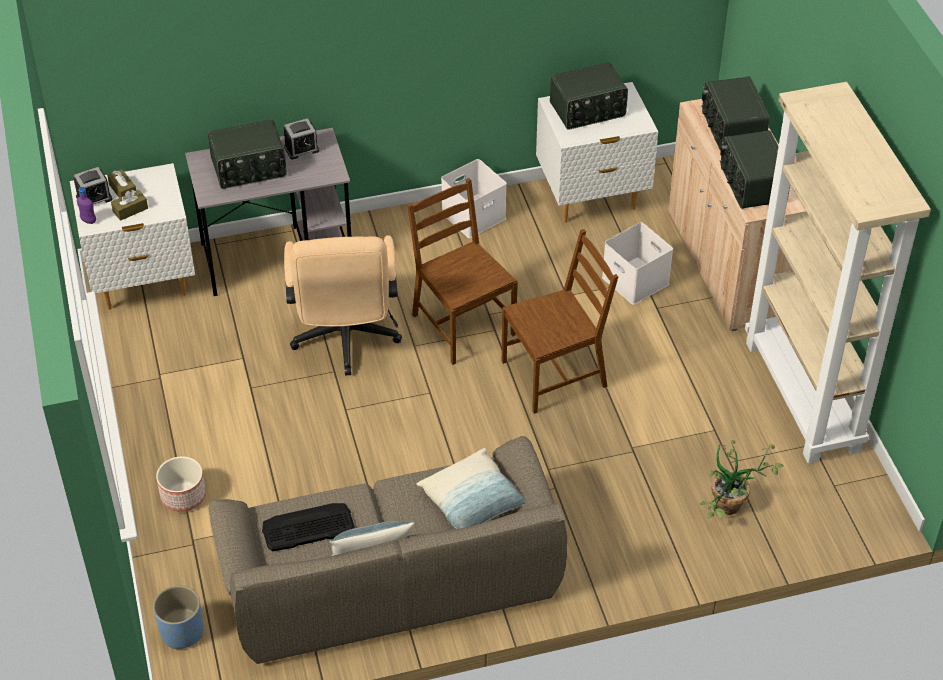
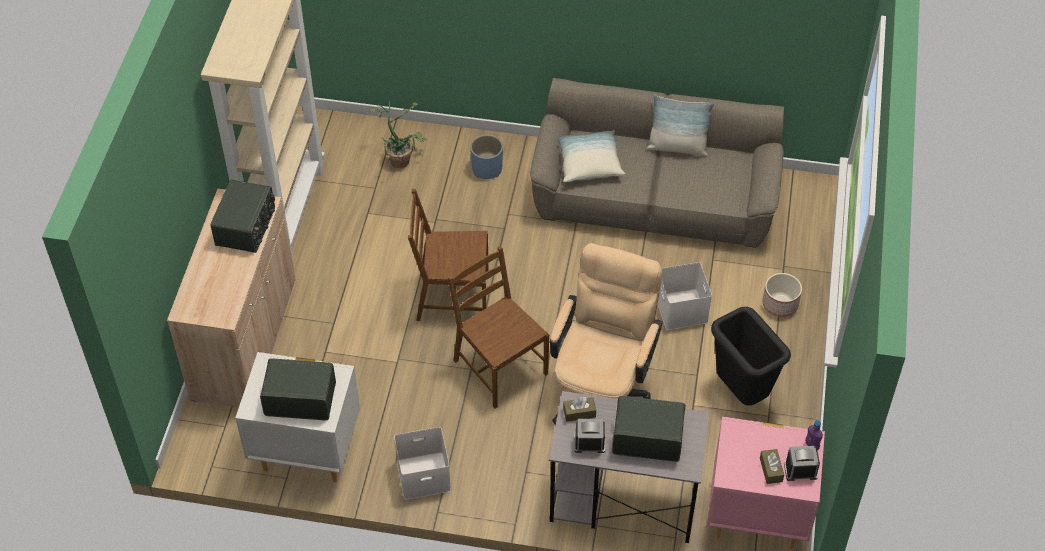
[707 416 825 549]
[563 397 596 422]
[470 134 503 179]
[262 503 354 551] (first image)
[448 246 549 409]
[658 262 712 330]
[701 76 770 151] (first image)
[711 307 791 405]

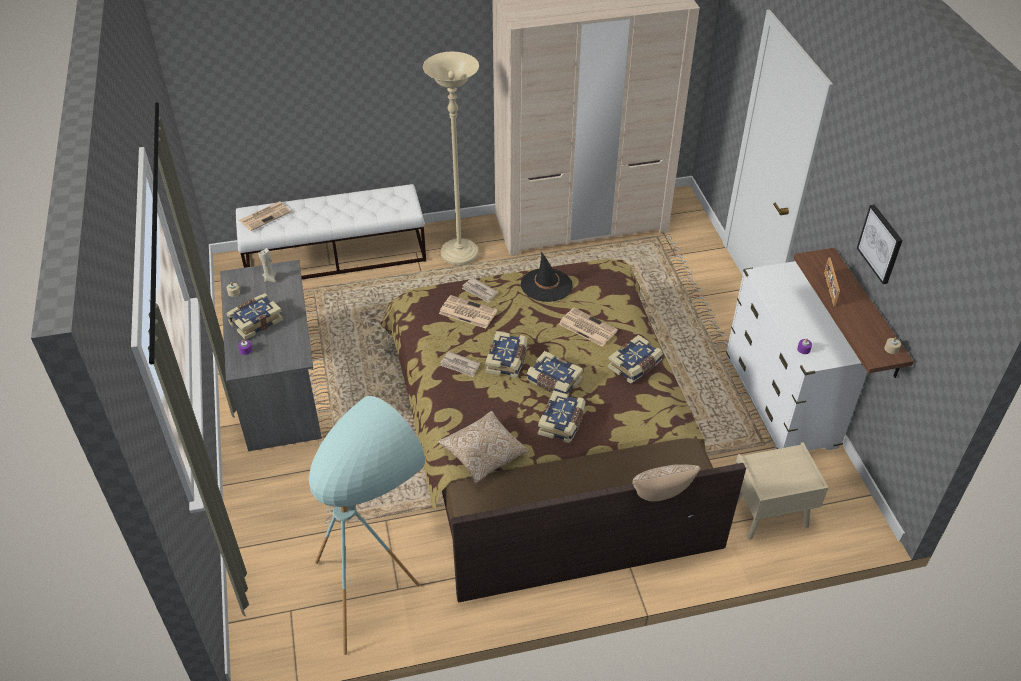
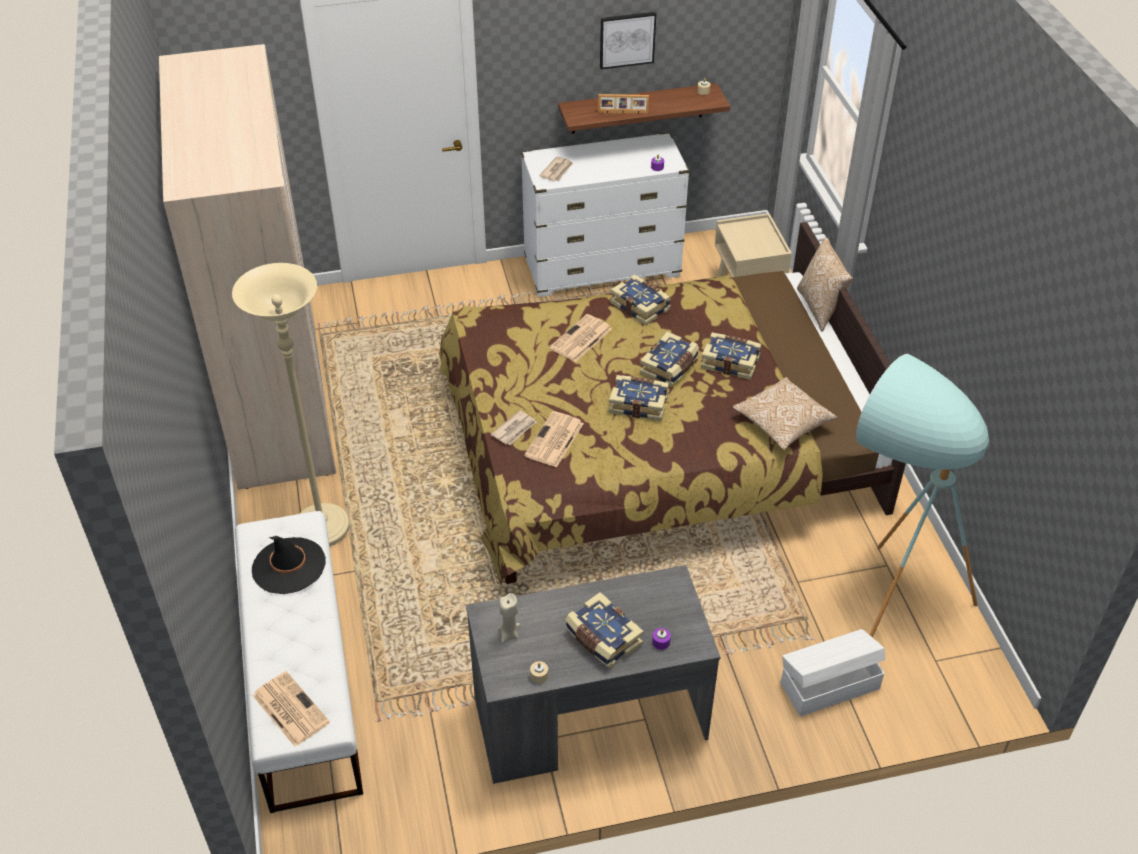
[539 156 573 182]
[252 536 326 594]
[781 629 885 717]

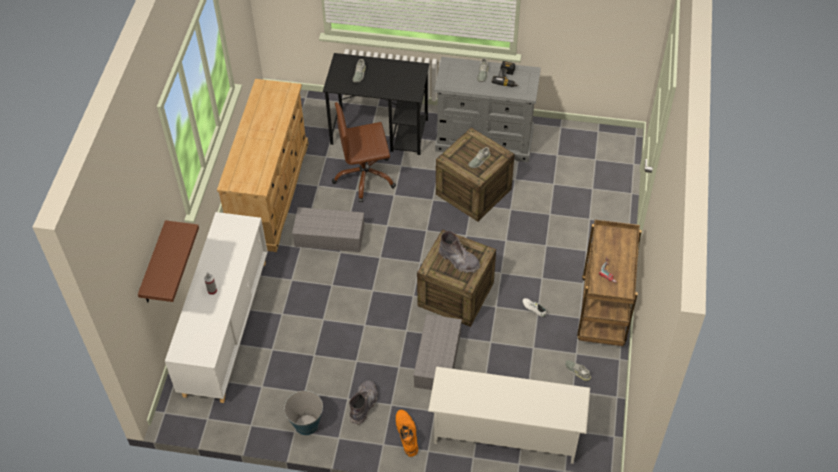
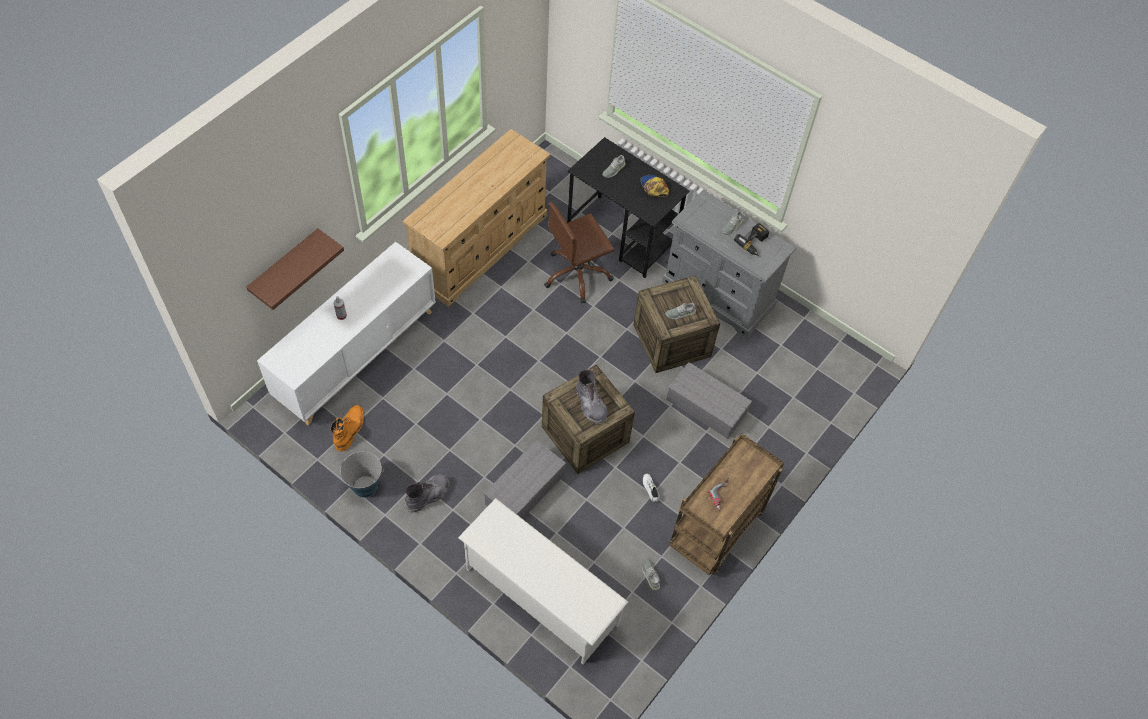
[666 362 752 439]
[544 202 614 303]
[331 405 364 452]
[640 175 669 197]

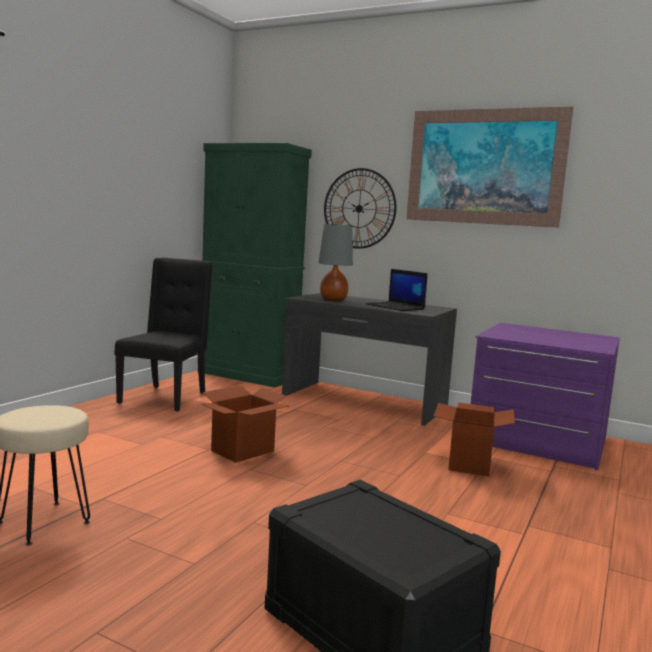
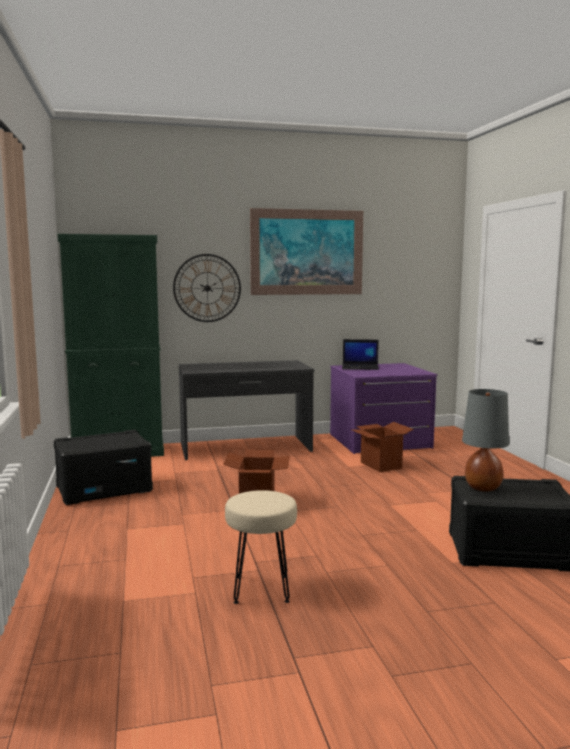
[54 430 153 505]
[462 389 509 492]
[342 339 379 370]

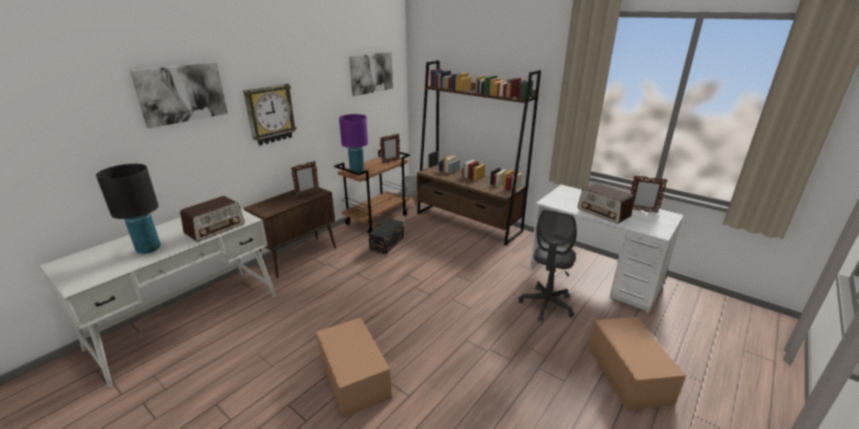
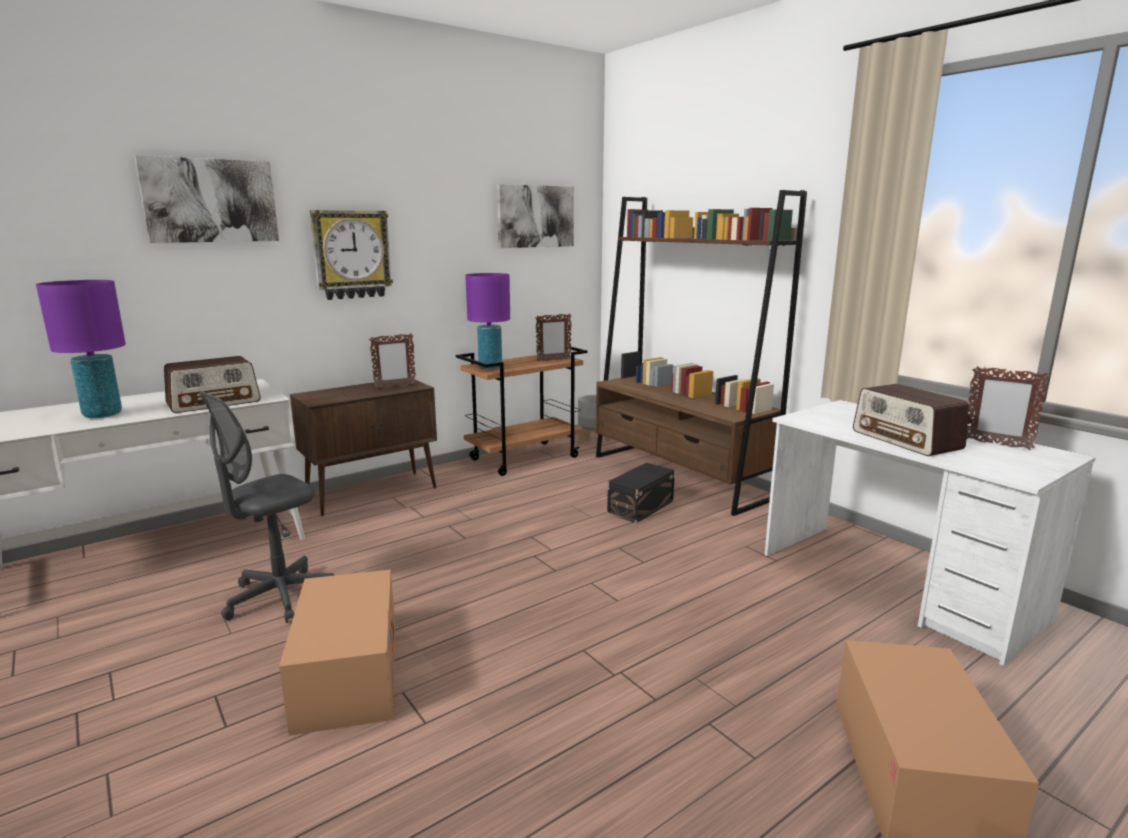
[36 280 126 418]
[607 463 675 523]
[198 391 335 623]

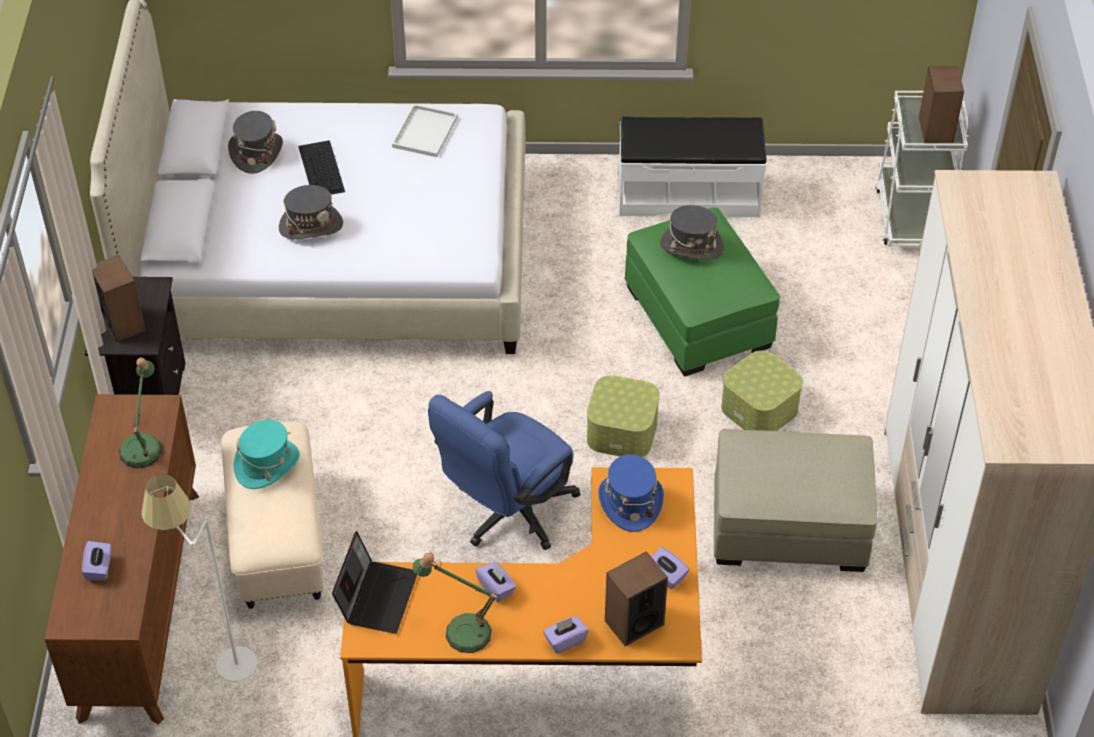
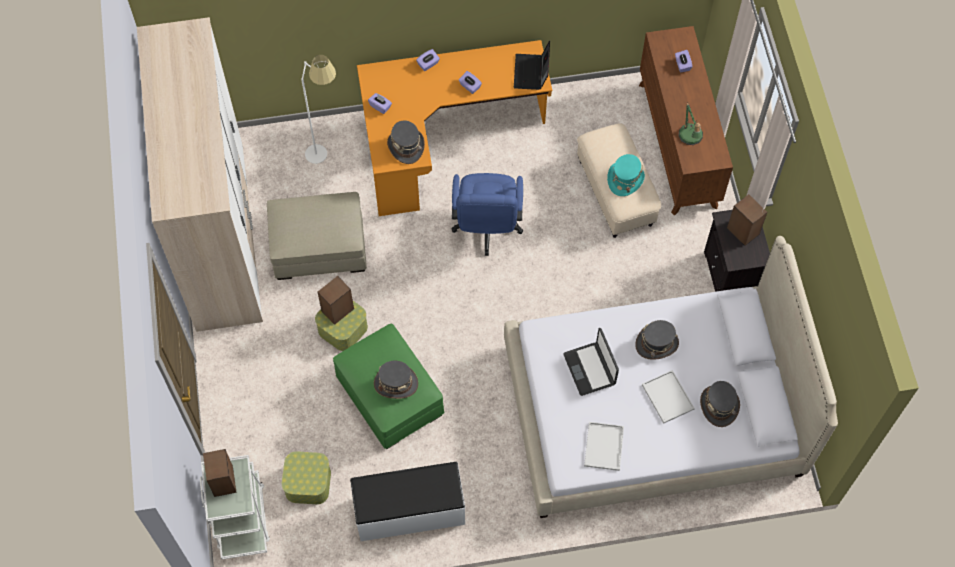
[301 55 336 164]
[642 370 695 424]
[412 553 500 653] (first image)
[451 173 523 256]
[282 451 331 504]
[387 120 425 164]
[318 276 354 325]
[564 328 619 396]

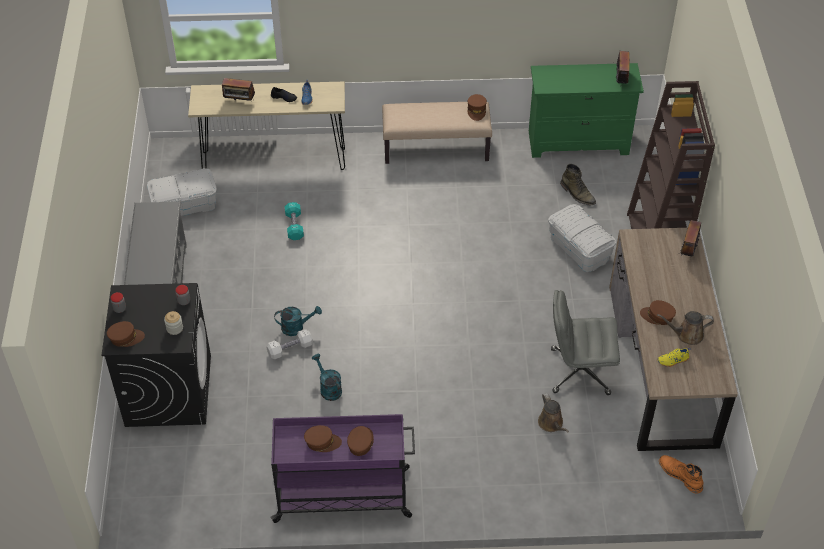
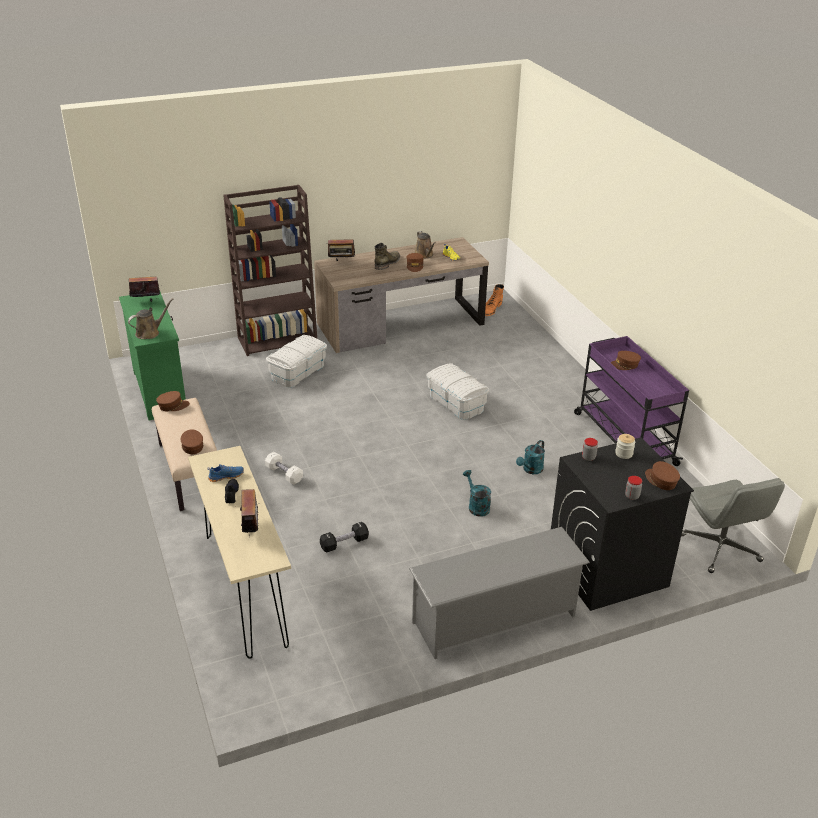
[426 363 489 420]
[265 452 303 485]
[320 522 369 553]
[181 430 204 454]
[128 298 173 339]
[681 478 785 573]
[374 243 400 270]

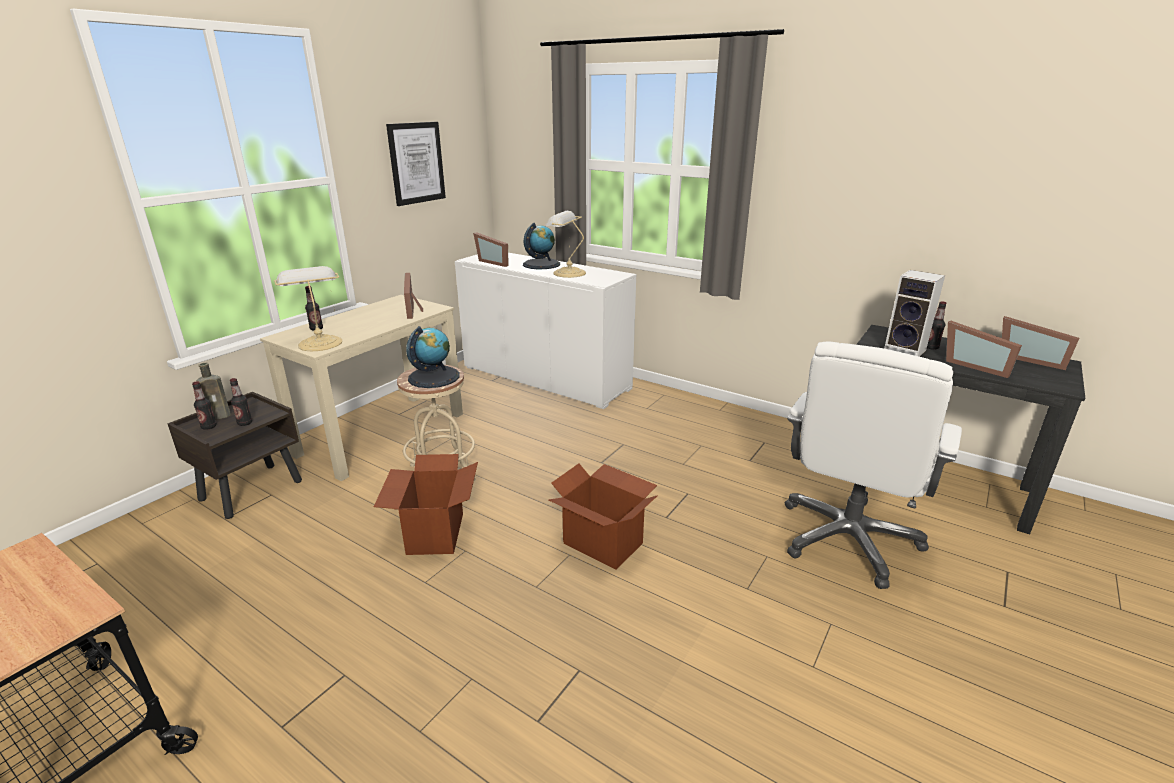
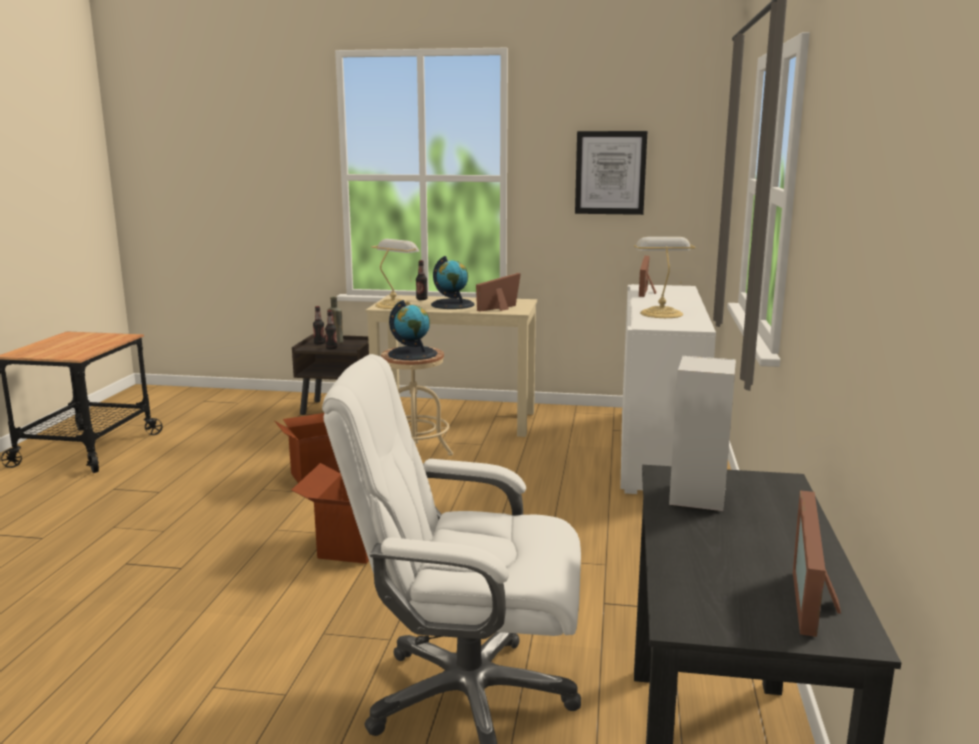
[431 256 474 309]
[927 301 947 350] (first image)
[946 320 1022 378] (first image)

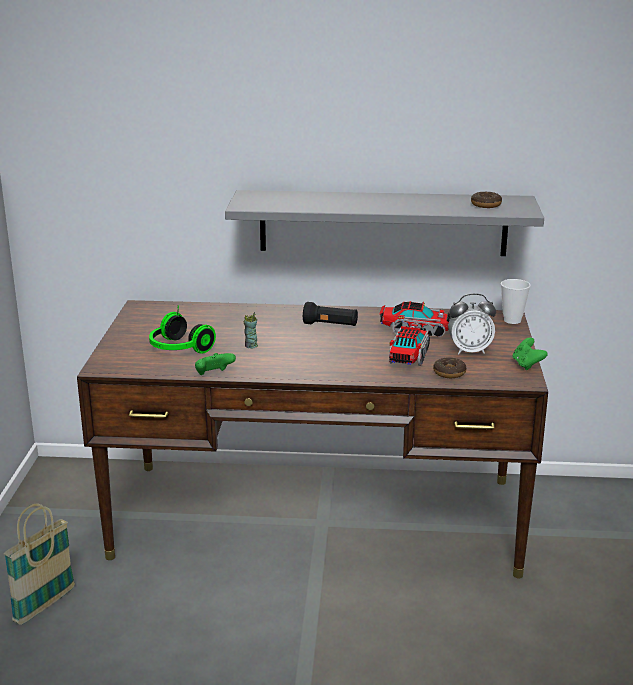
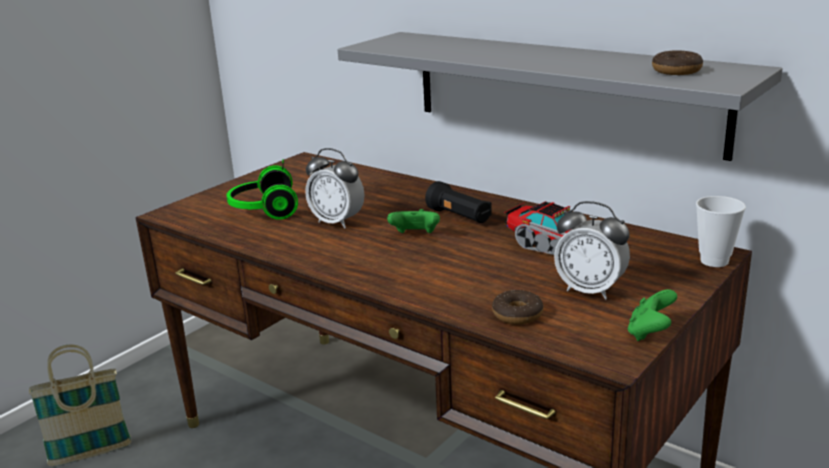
[387 209 440 233]
[305 148 365 228]
[389 324 430 366] (first image)

